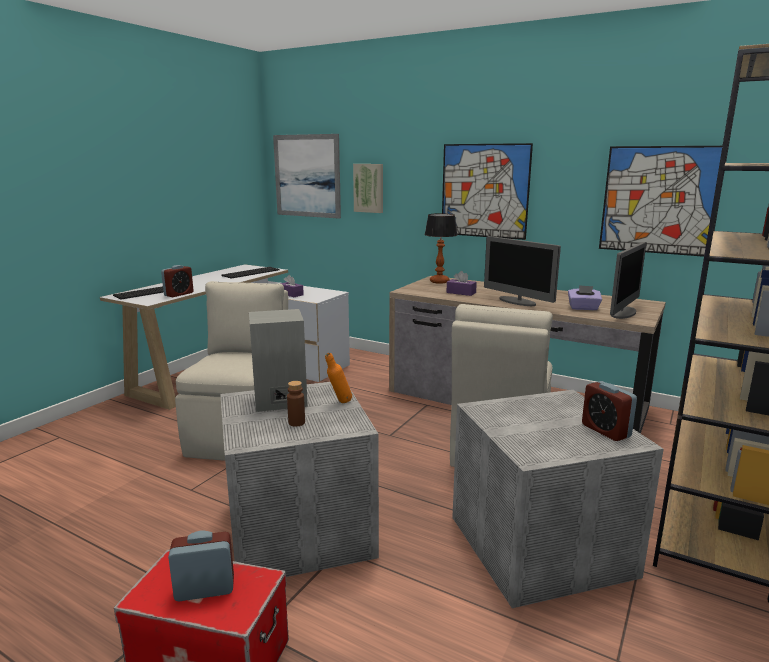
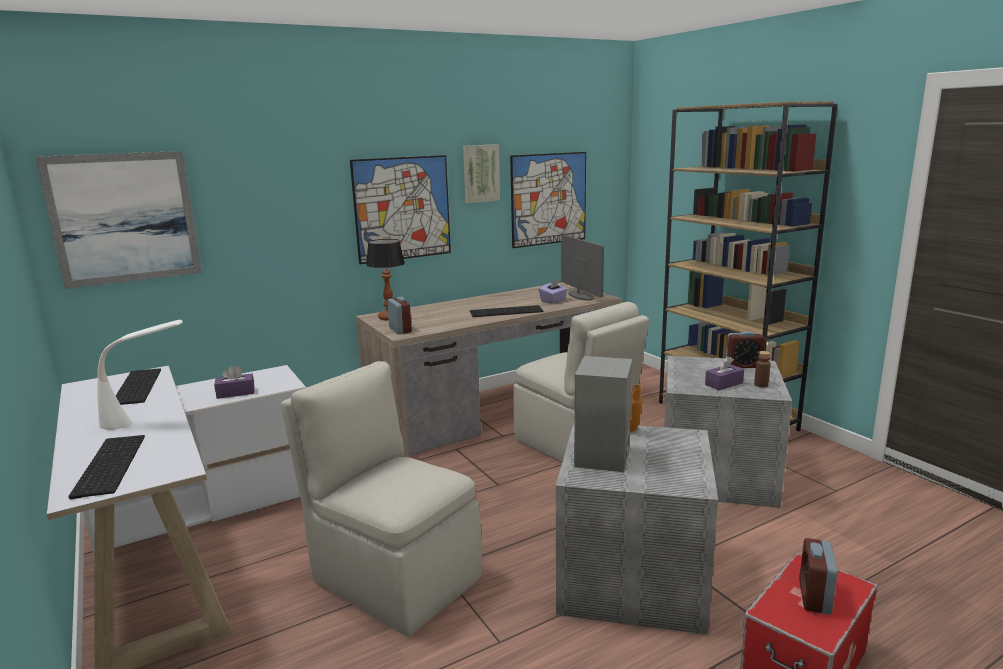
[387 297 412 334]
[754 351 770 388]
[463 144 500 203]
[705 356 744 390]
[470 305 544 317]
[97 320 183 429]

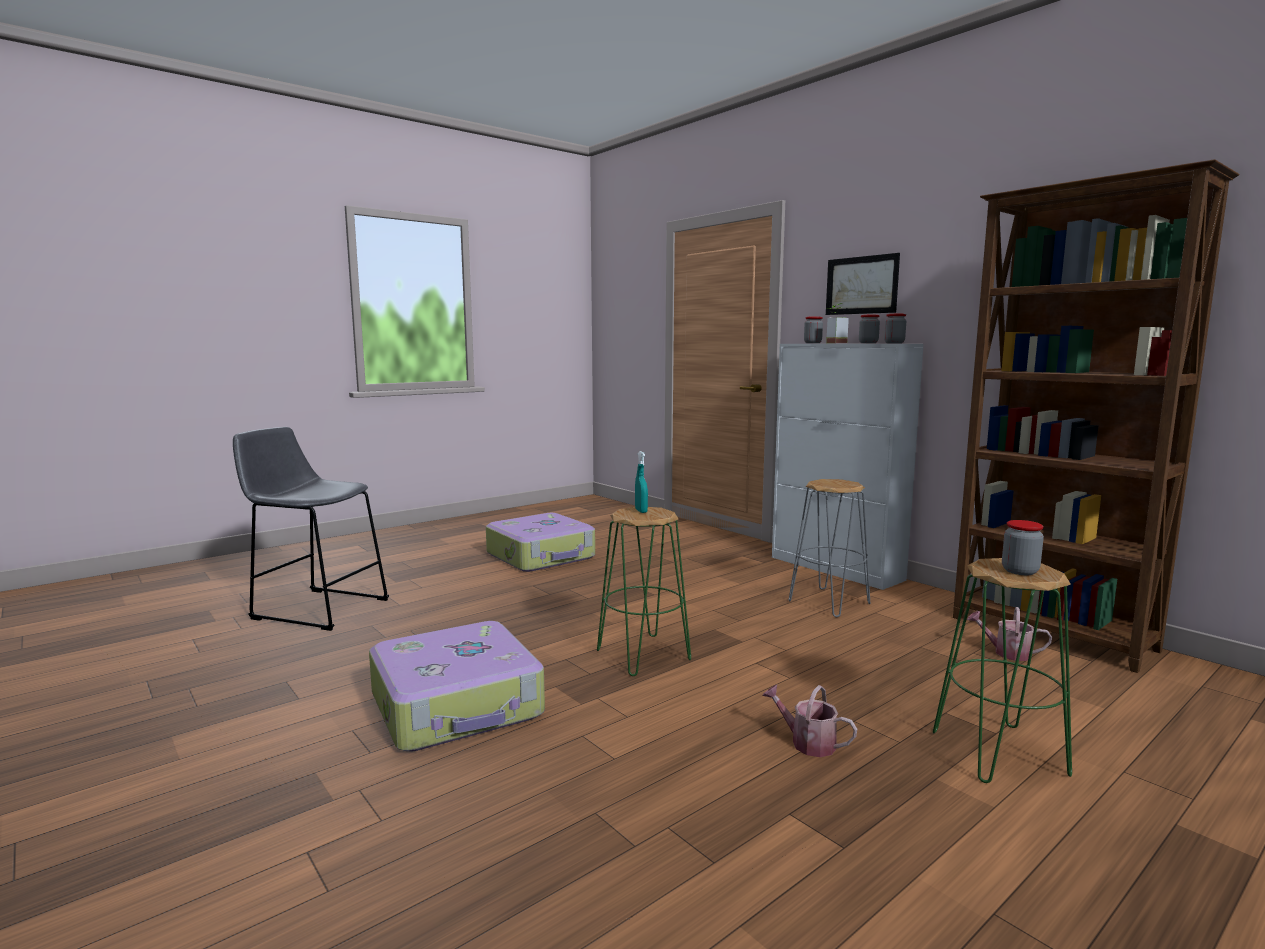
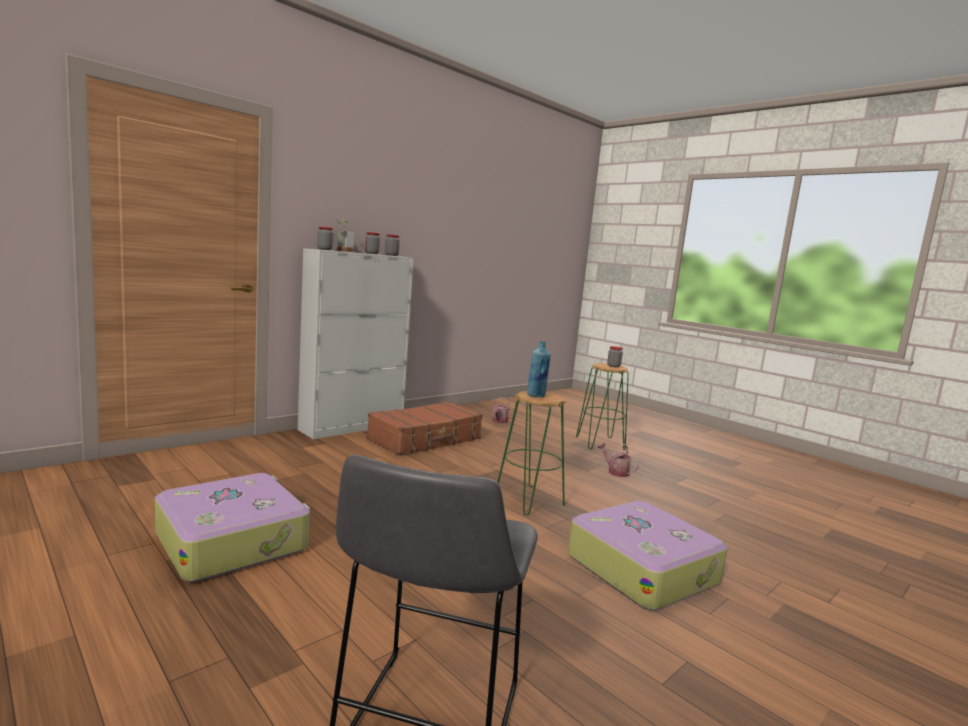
[527 341 551 397]
[597 443 639 477]
[367 401 483 456]
[826 253 900 315] (first image)
[953 159 1239 673] (first image)

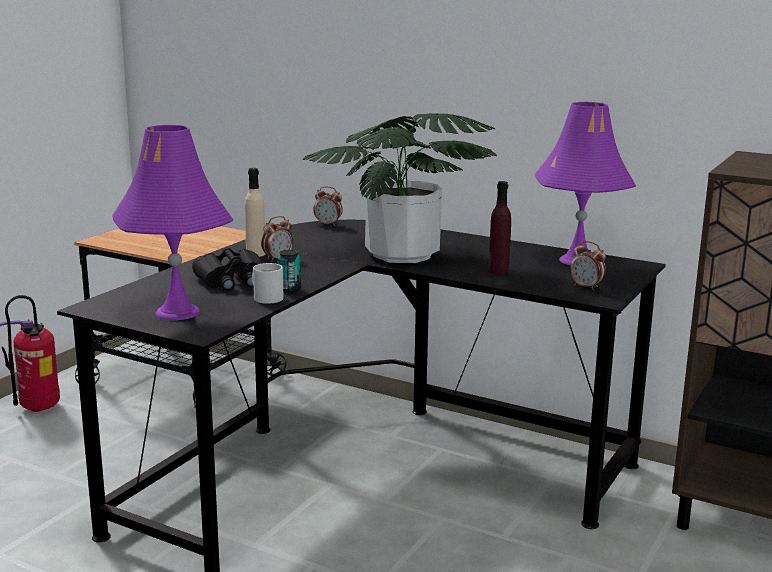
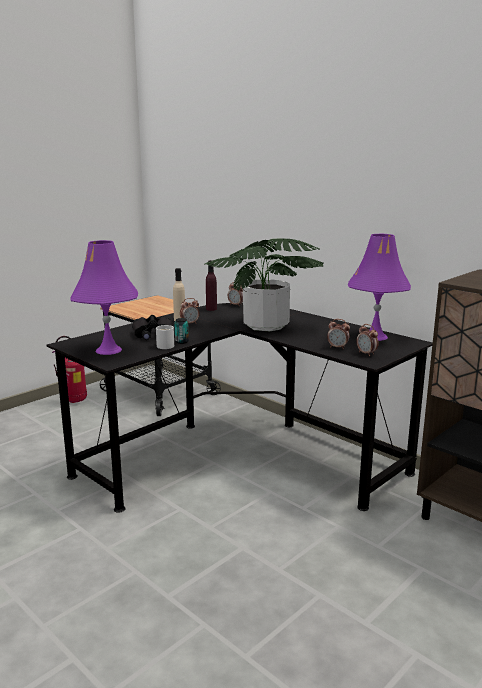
[206 260 217 311]
[327 319 350 349]

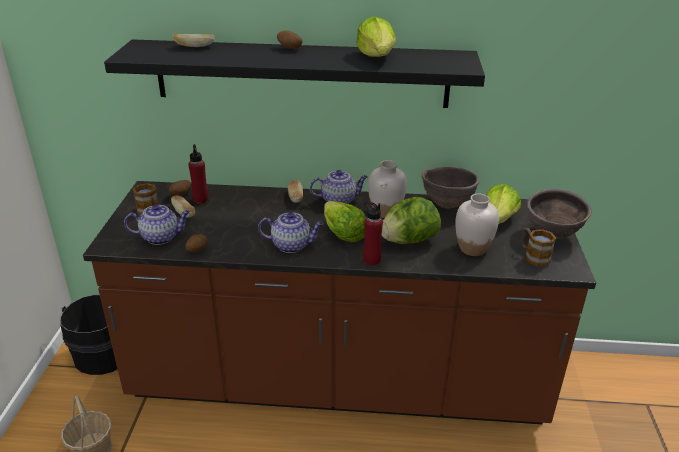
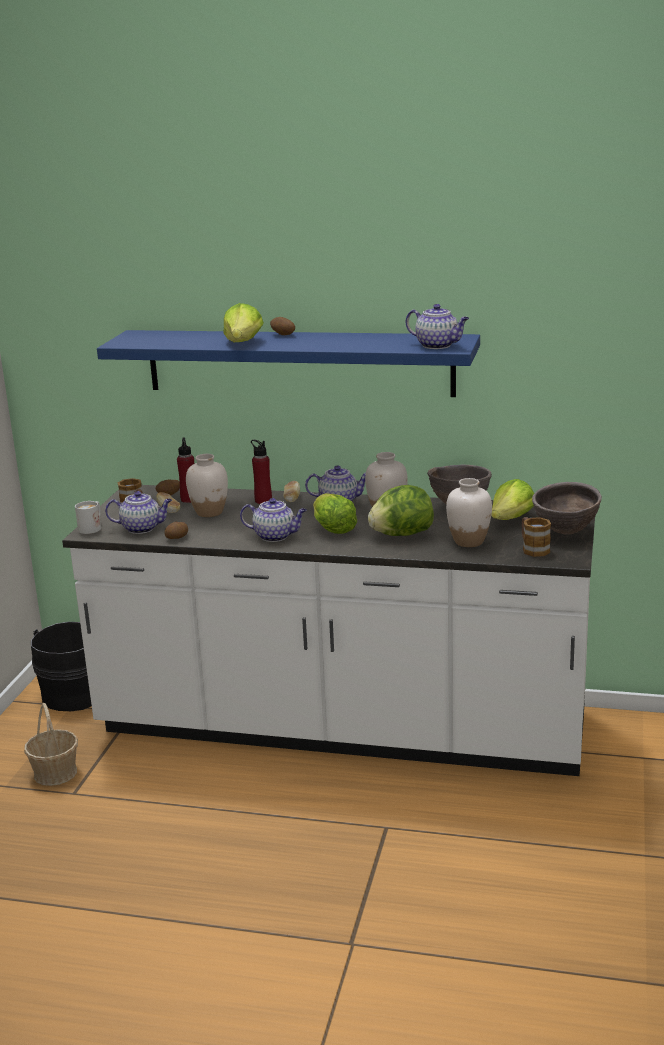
[62 485 595 776]
[97 330 480 397]
[172 34 215 47] (first image)
[223 303 264 342]
[251 440 272 504]
[75 501 101 534]
[186 454 228 517]
[406 304 469 349]

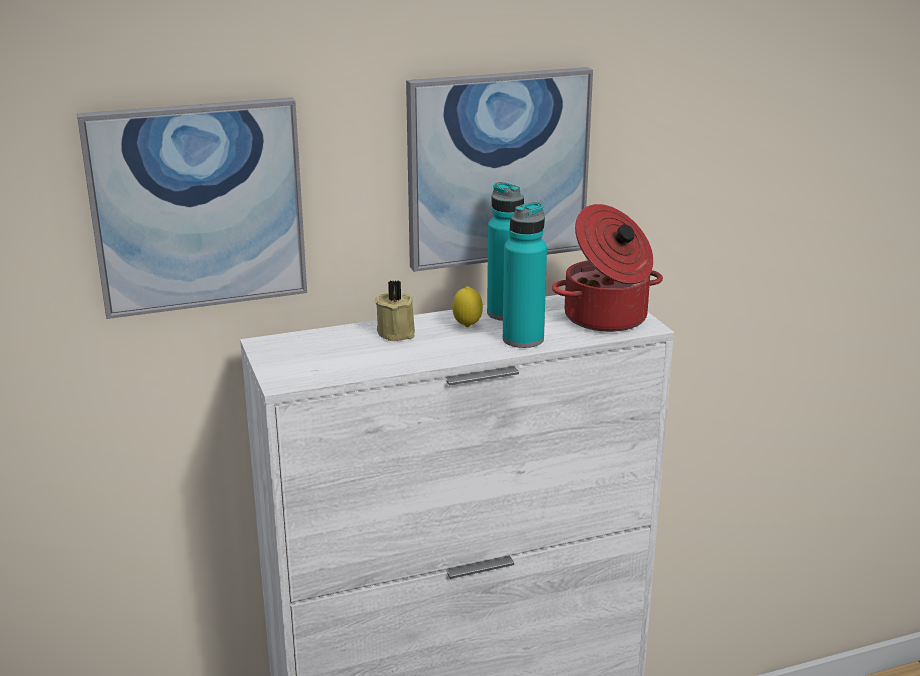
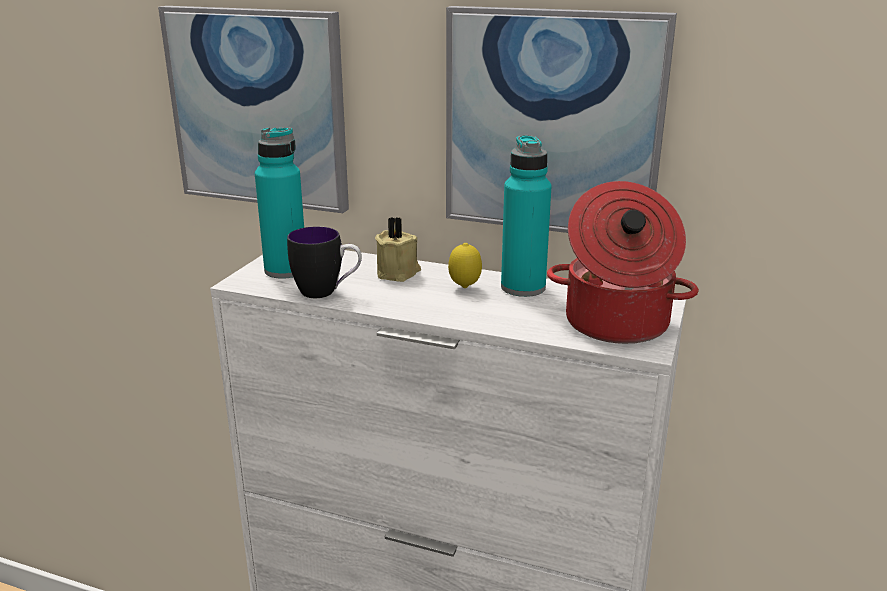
[255 127 304 279]
[287 227 362 298]

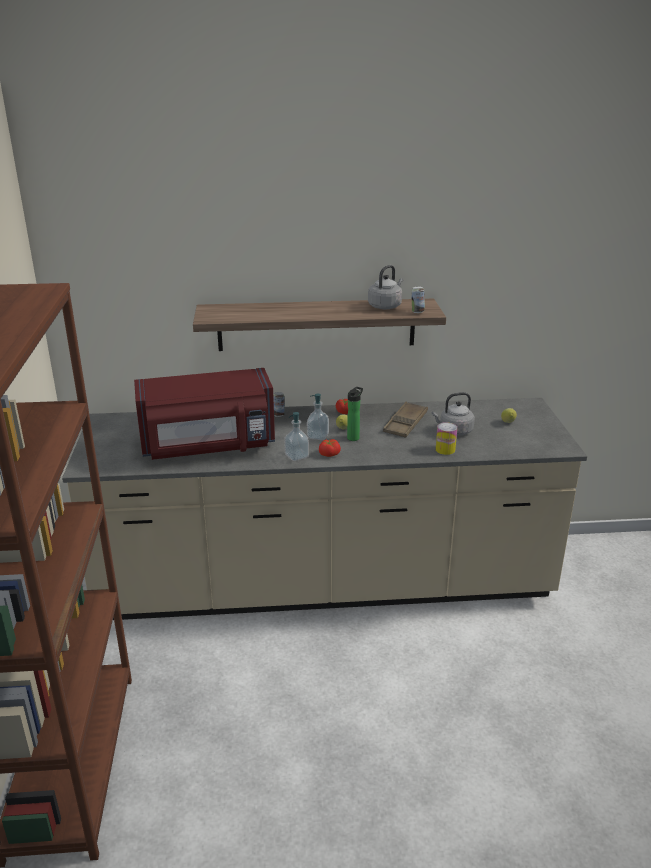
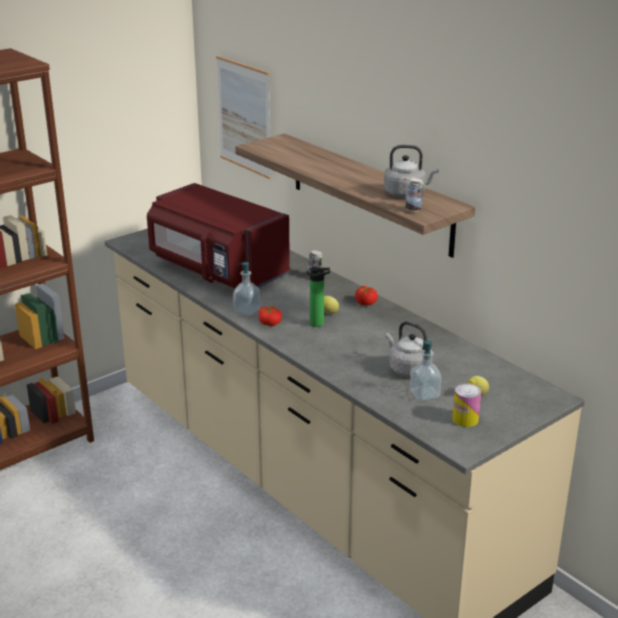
[410 340 441 401]
[383 402 428 438] (first image)
[452 383 481 427]
[216 56 271 179]

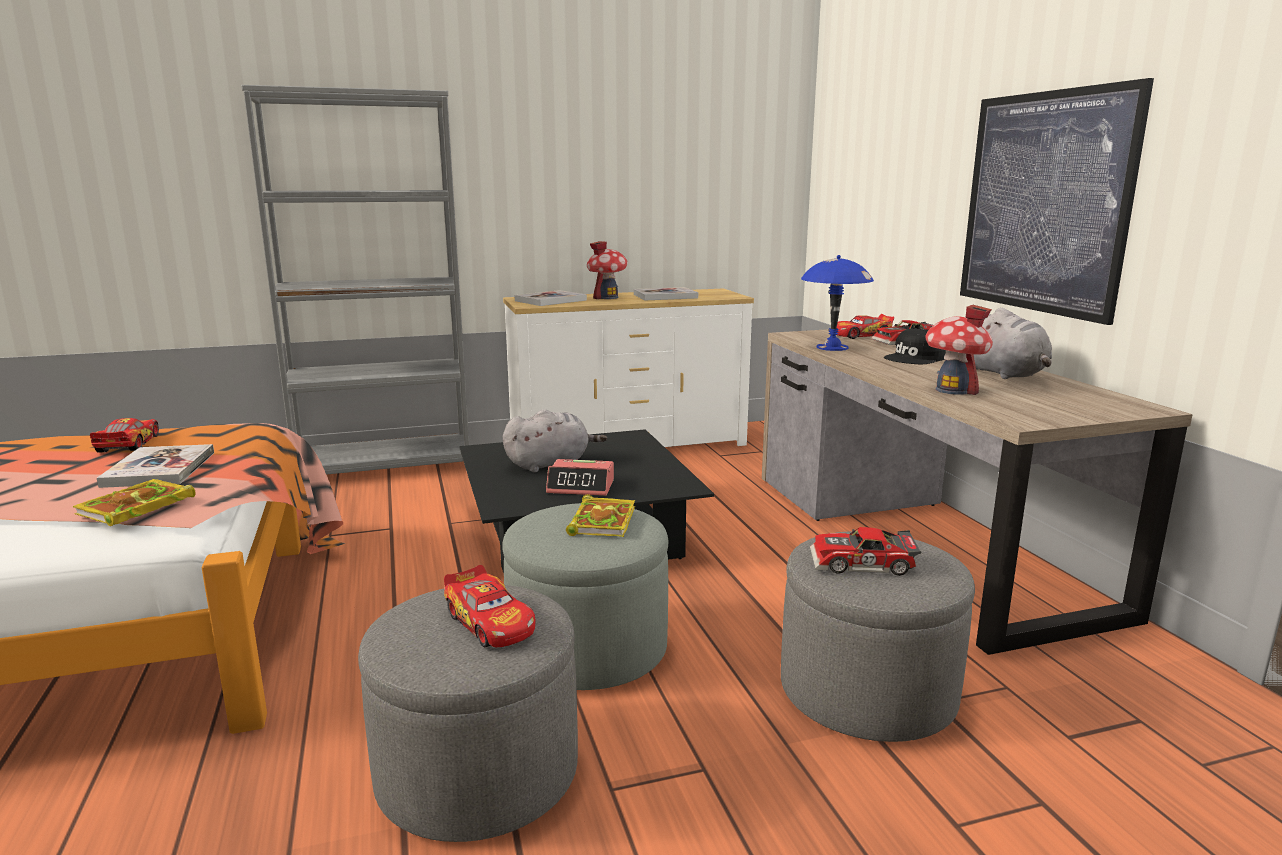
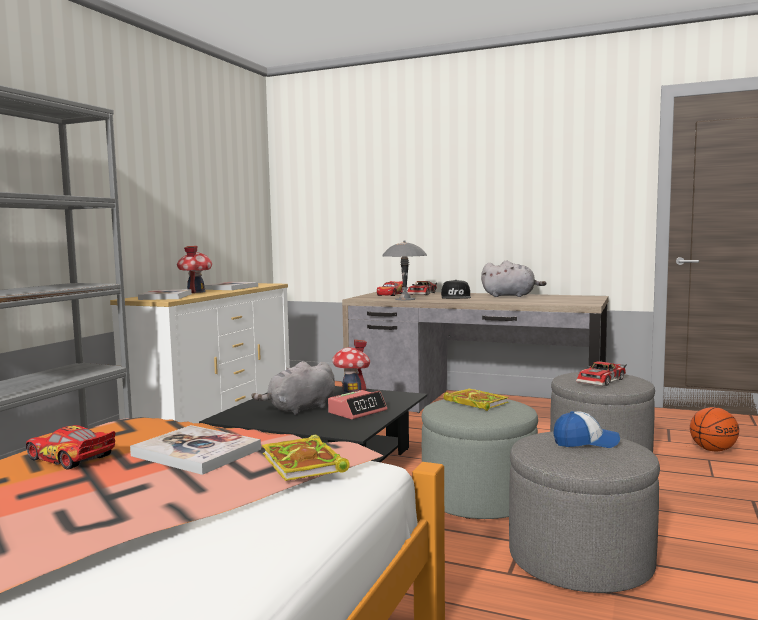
[554 411 620 448]
[252 361 335 415]
[382 240 427 300]
[332 339 370 394]
[960 78 1154 325] (first image)
[690 407 739 451]

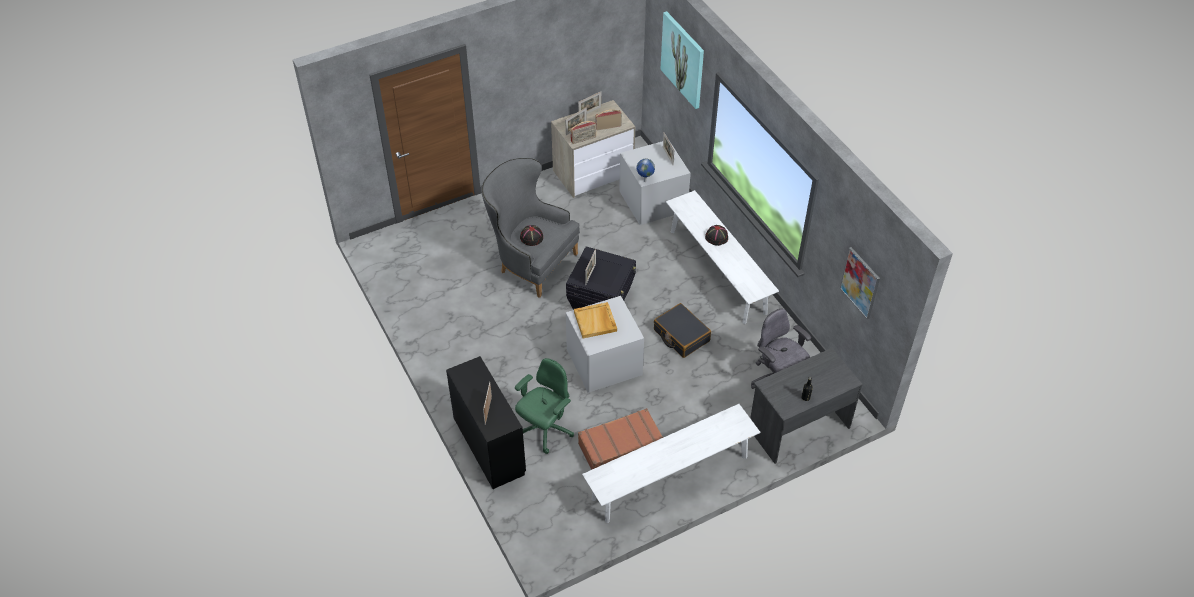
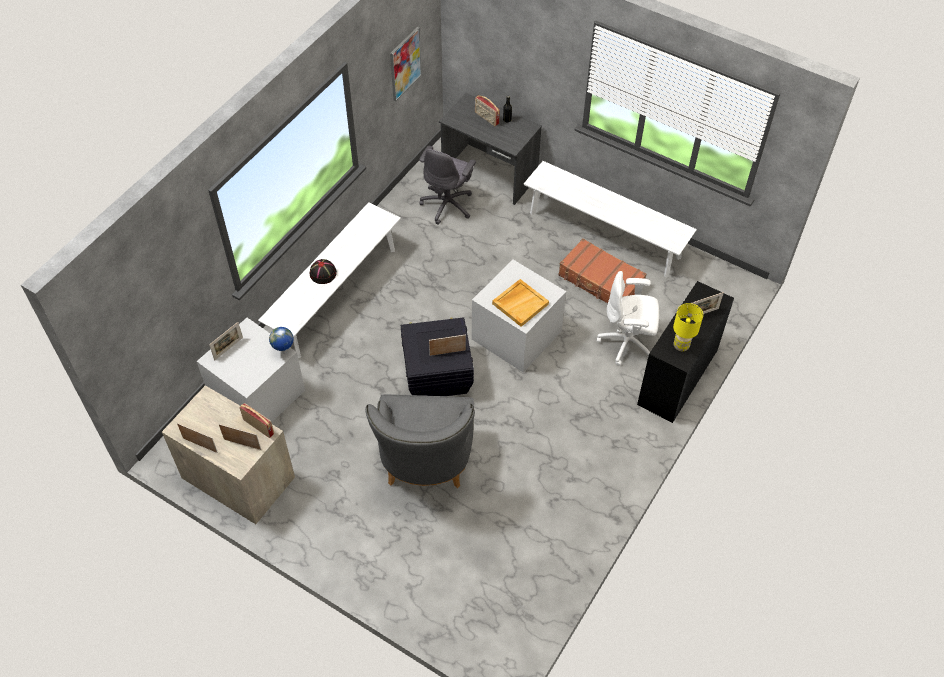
[597 271 659 366]
[520 225 543 246] (first image)
[475 95 500 126]
[654 303 711 358] (first image)
[661 11 704 109] (first image)
[673 303 703 351]

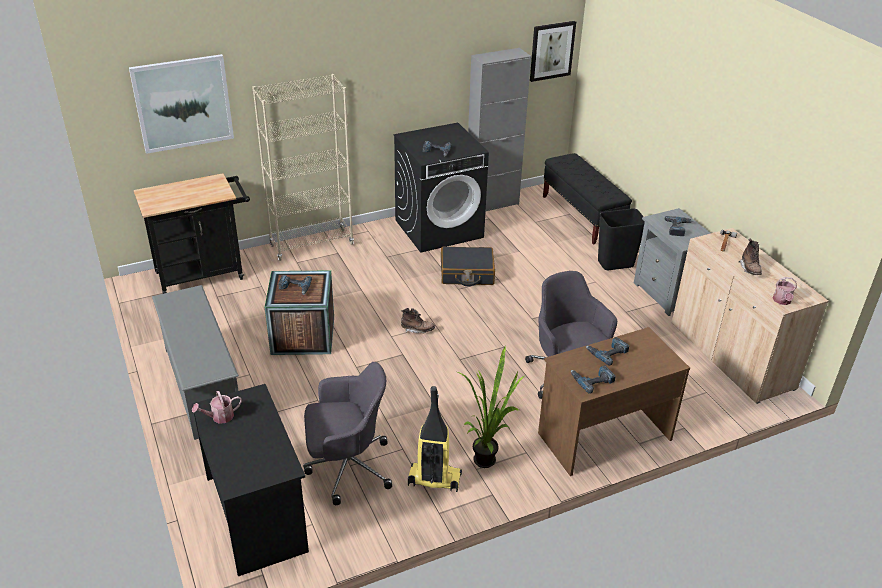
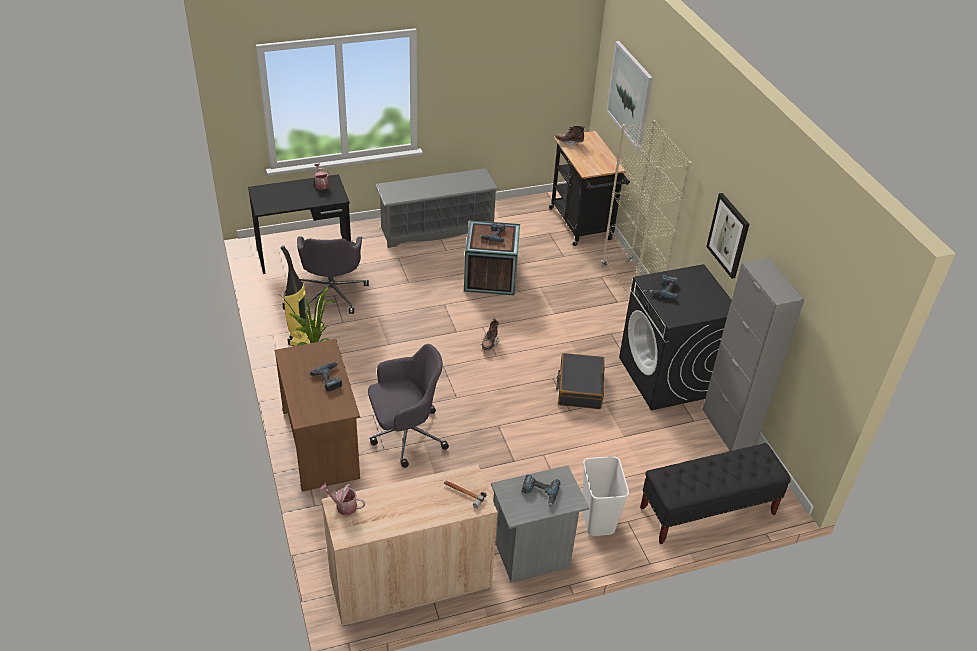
[706 193 749 279]
[571 365 616 394] (first image)
[582 456 629 536]
[555 126 585 146]

